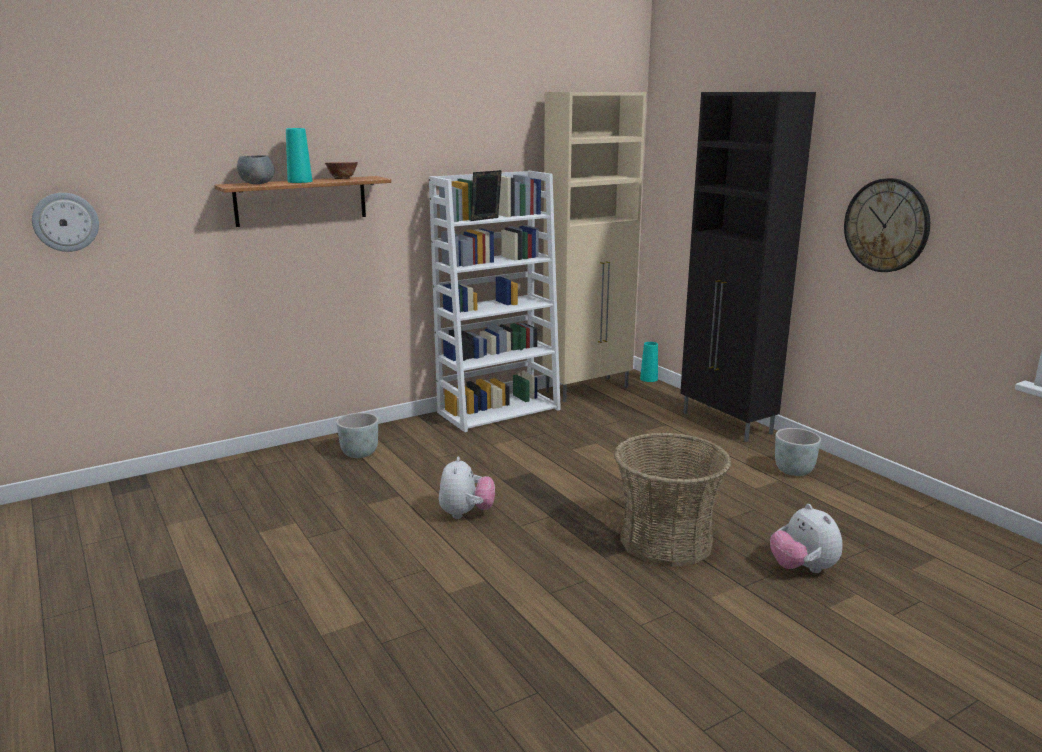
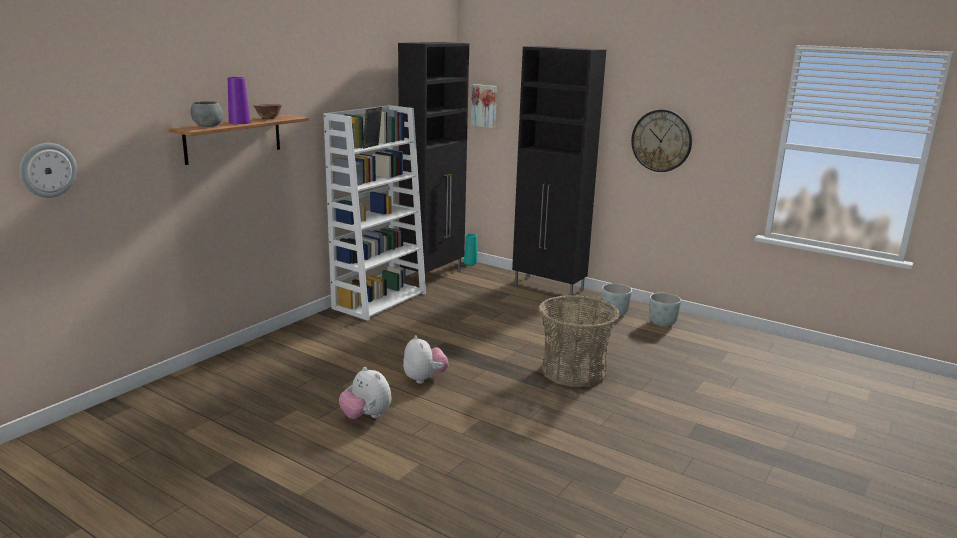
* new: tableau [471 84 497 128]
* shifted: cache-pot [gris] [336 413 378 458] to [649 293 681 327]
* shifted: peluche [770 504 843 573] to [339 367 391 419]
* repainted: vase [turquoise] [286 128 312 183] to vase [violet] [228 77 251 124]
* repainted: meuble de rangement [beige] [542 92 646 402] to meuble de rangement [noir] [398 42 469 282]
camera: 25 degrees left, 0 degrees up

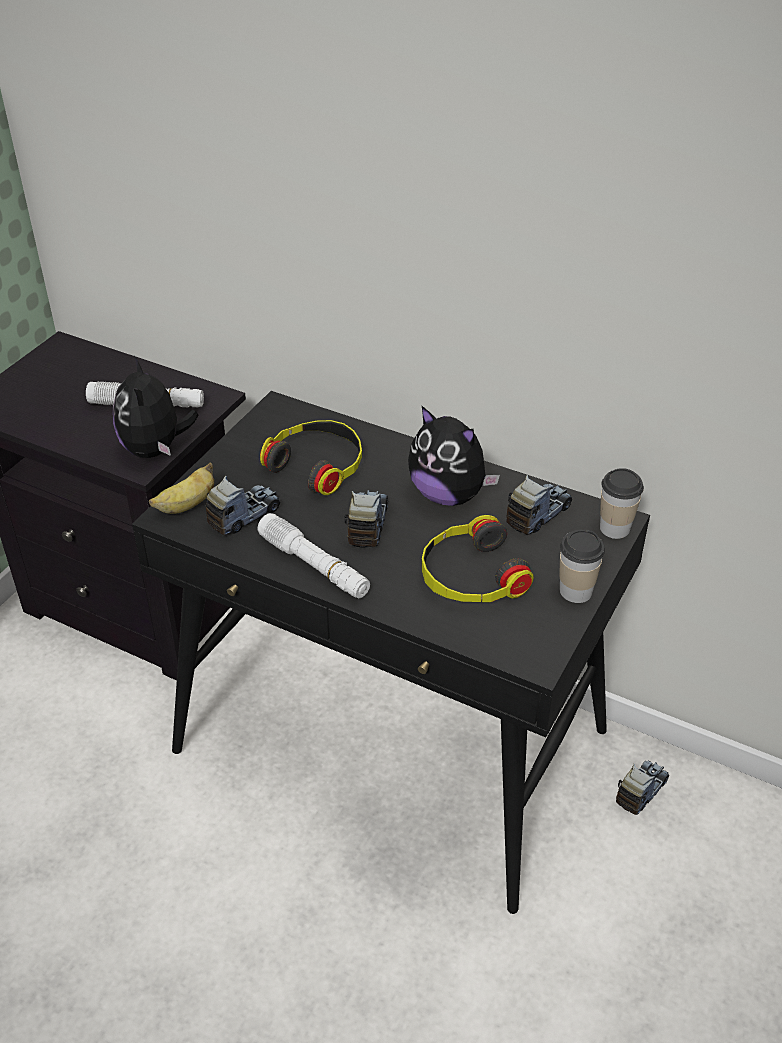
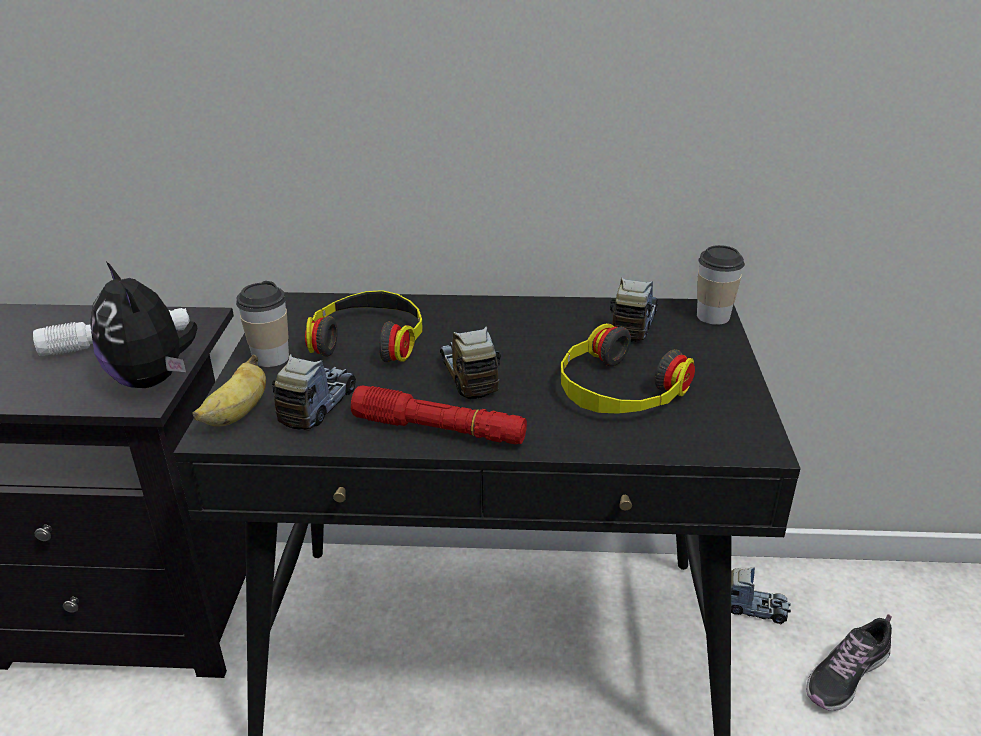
* gone: peluche [408 406 500 506]
* new: chaussure [806 614 892 711]
* shifted: tasse [559 530 605 603] to [236 281 289 367]
* repainted: lampe de poche [blanc] [257 513 370 599] to lampe de poche [rouge] [351 385 527 444]
* rotated: camion jouet [616 761 669 815] = [731 567 791 624] 90 degrees clockwise
camera: 25 degrees left, 10 degrees down

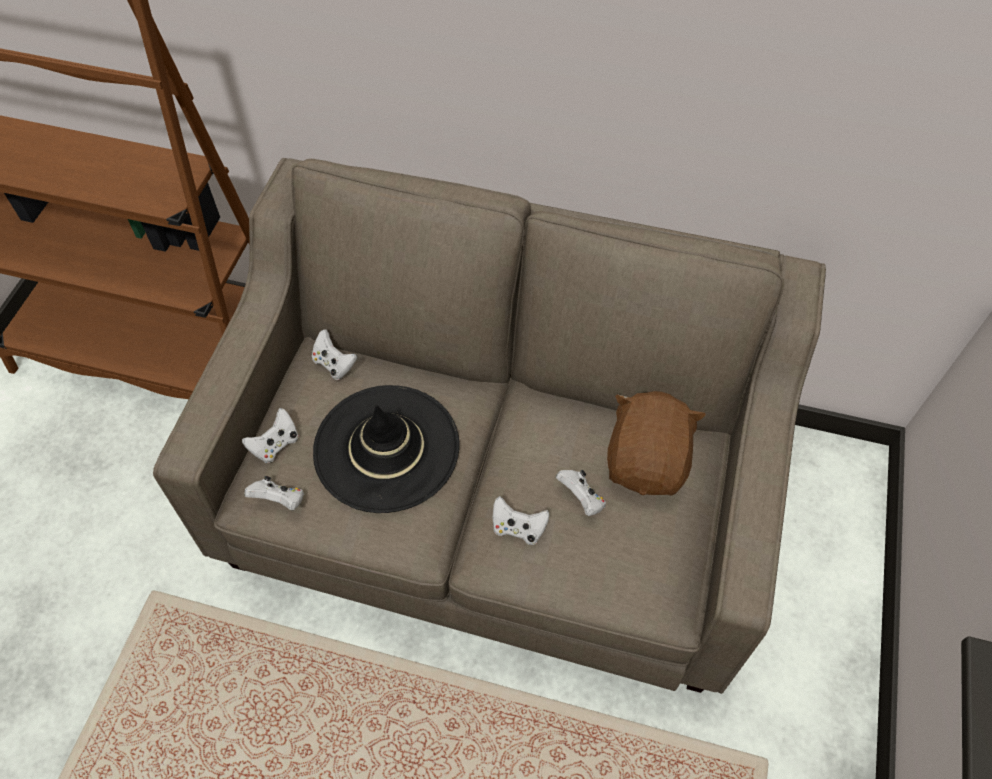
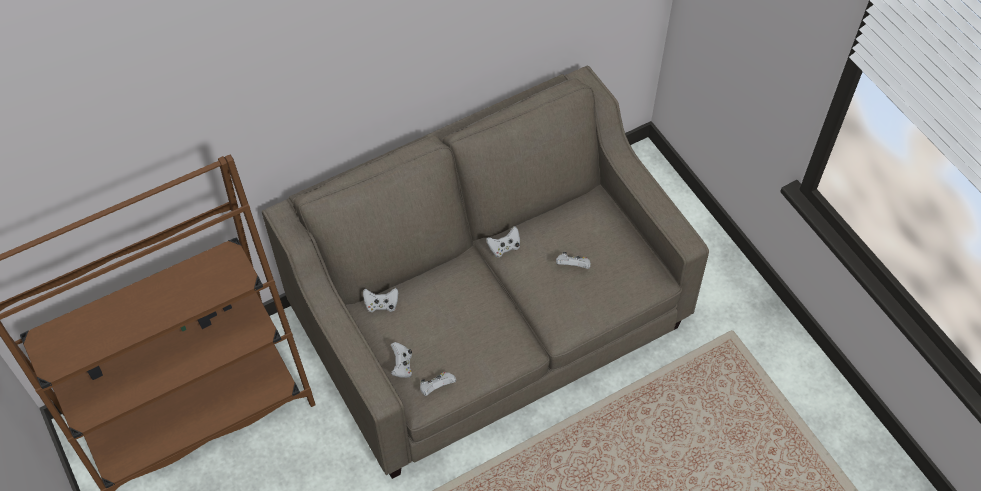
* gone: chapeau [noir] [313 385 459 513]
* gone: peluche [marron] [607 391 706 496]
* shifted: manette [blanc] [492 496 550 545] to [486 226 520 257]
camera: 45 degrees left, 0 degrees up

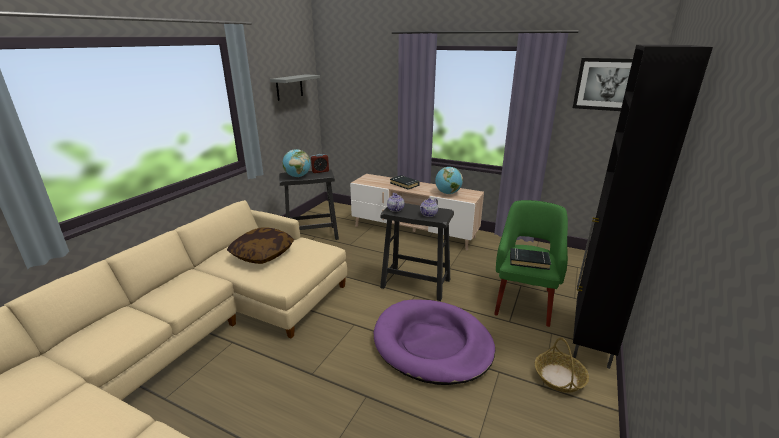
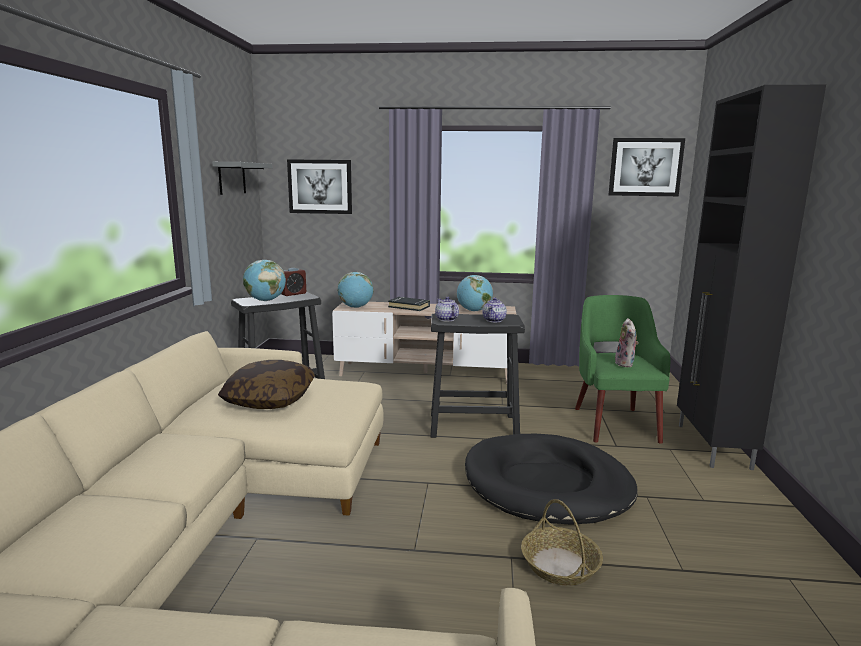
* new: tableau [287 159 352 214]
* new: globe [337 272 374 308]
* shifted: panier [535 337 589 393] to [521 499 603 586]
* swapped: livre [noir] [510 248 551 270] to peluche [615 318 639 367]
* repainted: panier pour chien [violet] [374 300 495 385] to panier pour chien [noir] [465 434 638 525]
camera: 20 degrees left, 10 degrees down

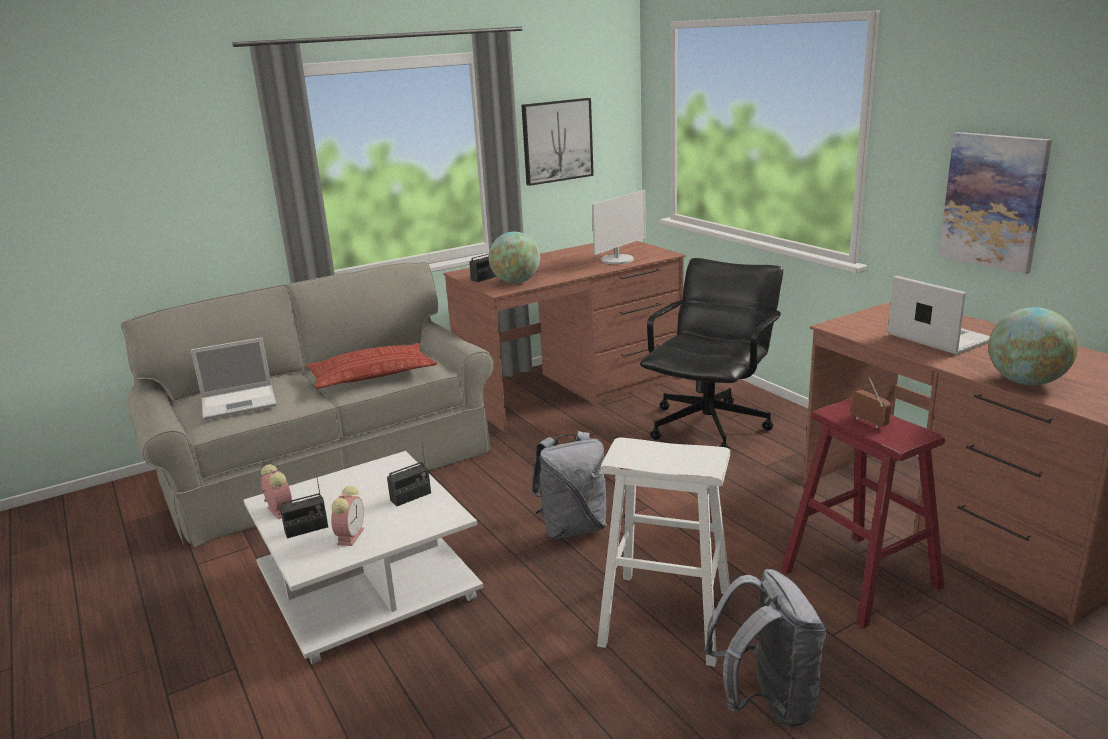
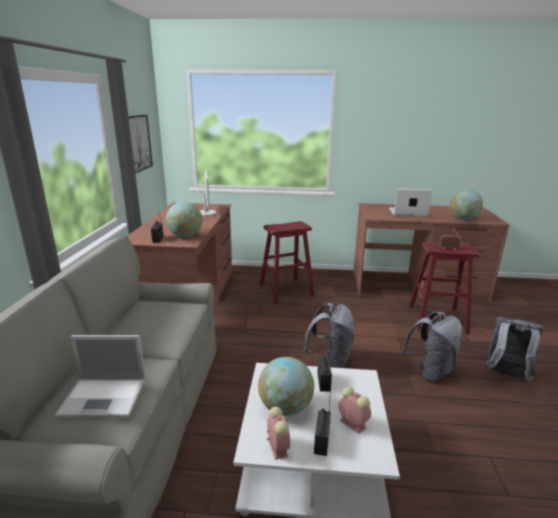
* gone: coussin [306 343 437 389]
* gone: tableau [939 132 1052 274]
* new: globe [258 357 314 416]
* swapped: tabouret [blanc] [597 437 730 667] to sac à dos [gris] [402 312 463 381]
* swapped: chaise de bureau [noir] [640 258 783 449] to tabouret [rouge] [260 221 315 303]
* rotated: ordinateur portable [191 338 277 420] = [55 335 145 417] 75 degrees clockwise
* rotated: réveil [261 464 292 519] = [267 407 290 460] 75 degrees clockwise
camera: 55 degrees left, 0 degrees up

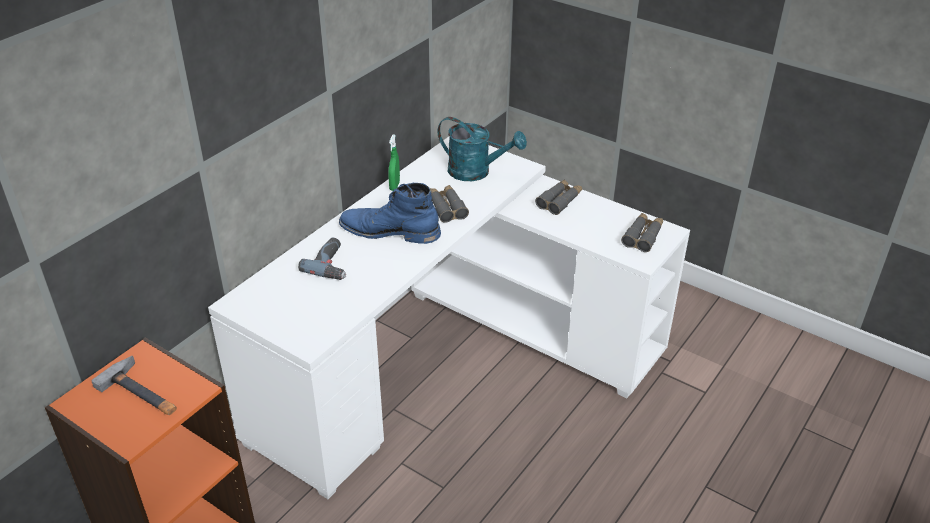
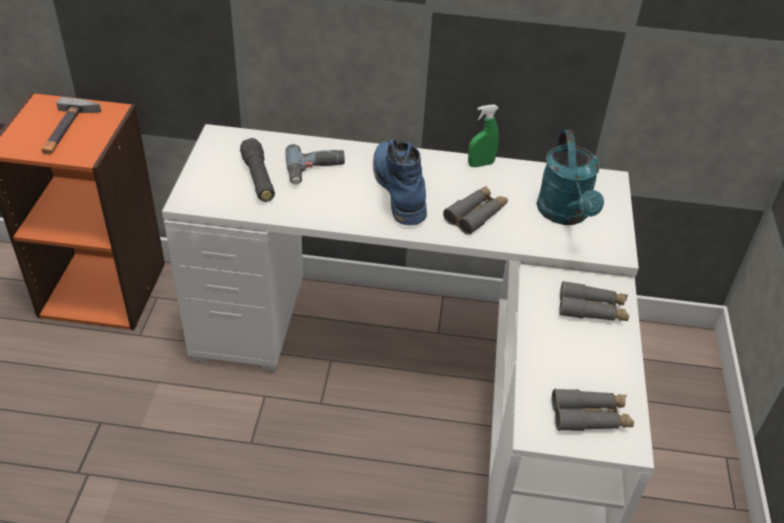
* new: lampe de poche [noir] [240 138 275 202]
camera: 60 degrees right, 5 degrees up

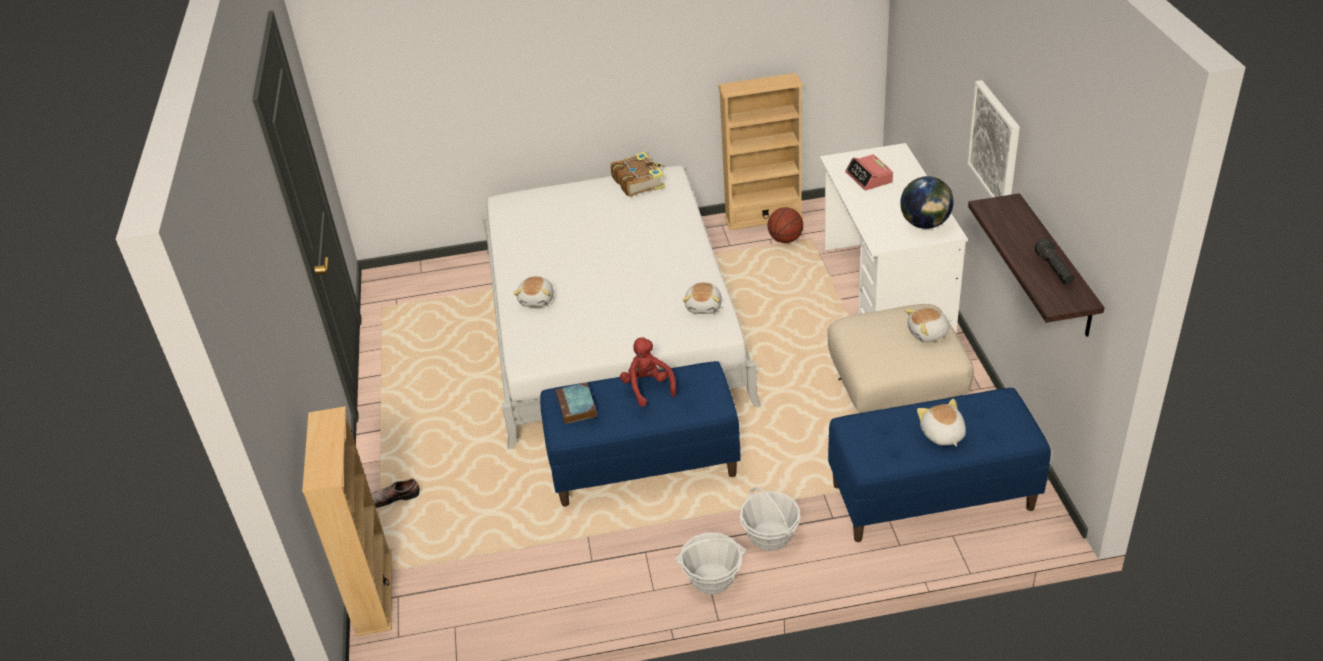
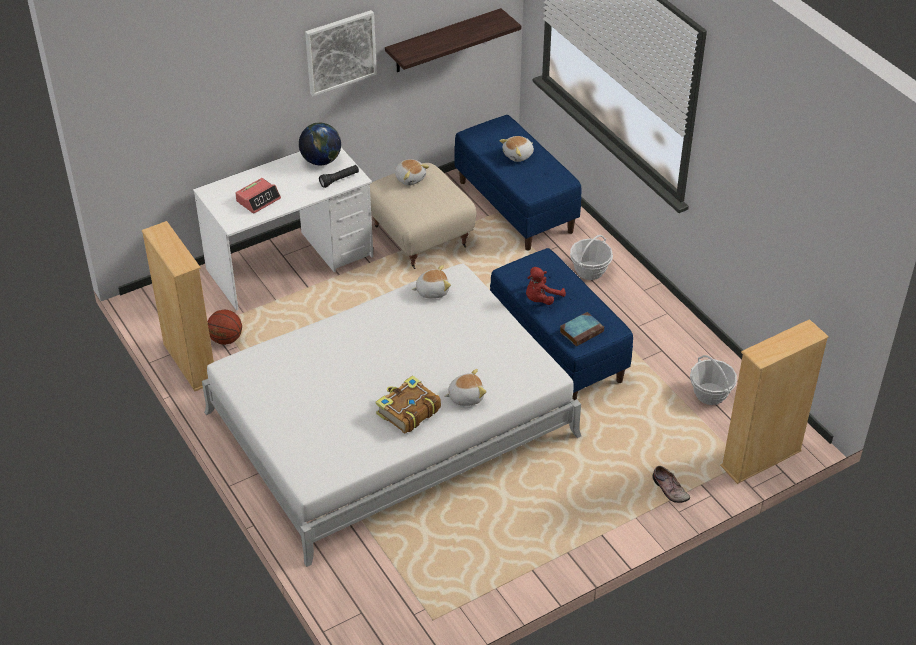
* shifted: livre [610 152 665 197] to [376 375 441 433]
* shifted: panier [675 532 746 595] to [690 355 737 405]
* shifted: lampe de poche [noir] [1035 238 1074 284] to [319 165 359 188]
camera: 115 degrees left, 5 degrees up

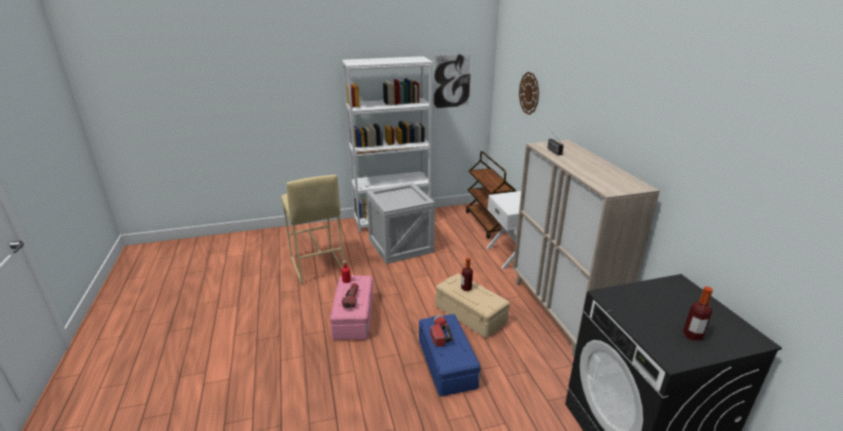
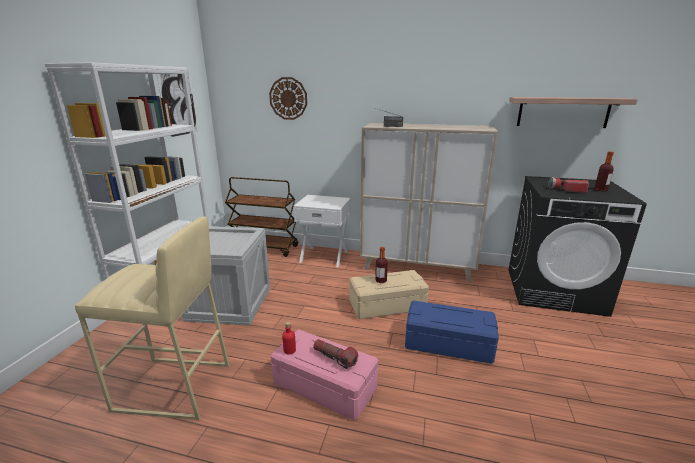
* new: étagère [510 97 638 128]
* shifted: lampe de poche [430 315 453 347] to [548 177 589 193]
camera: 60 degrees left, 5 degrees down

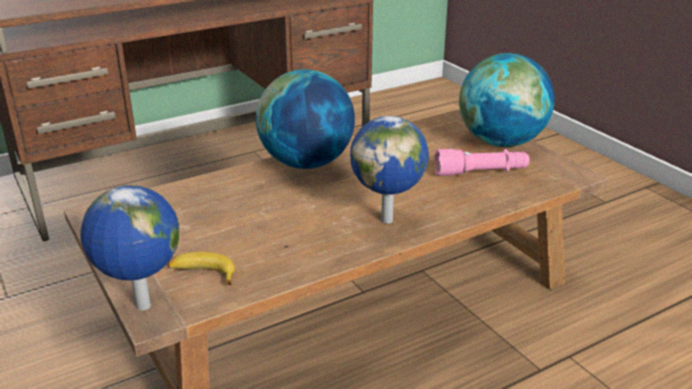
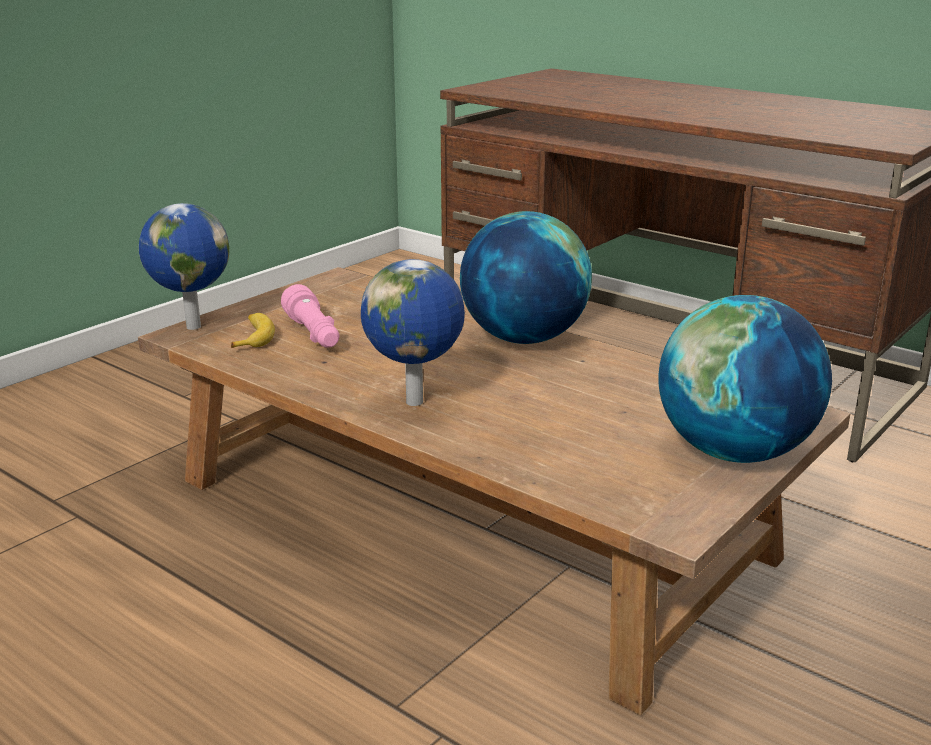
* shifted: lampe de poche [rose] [434 149 529 176] to [281 284 339 348]
camera: 70 degrees right, 5 degrees down

